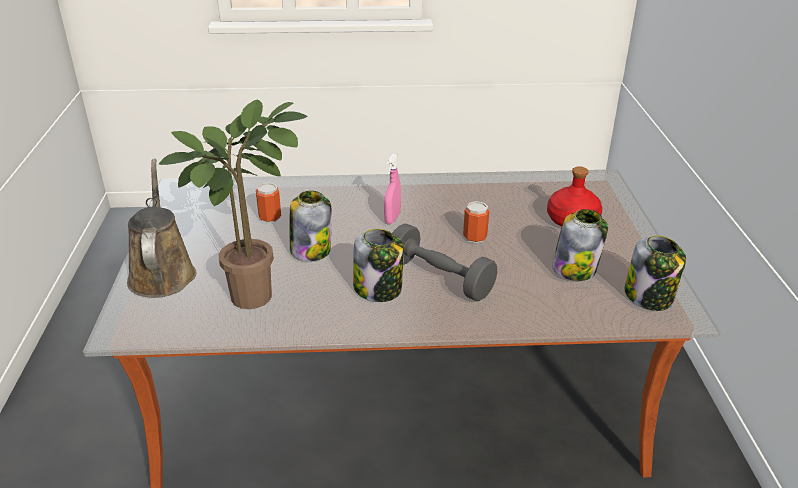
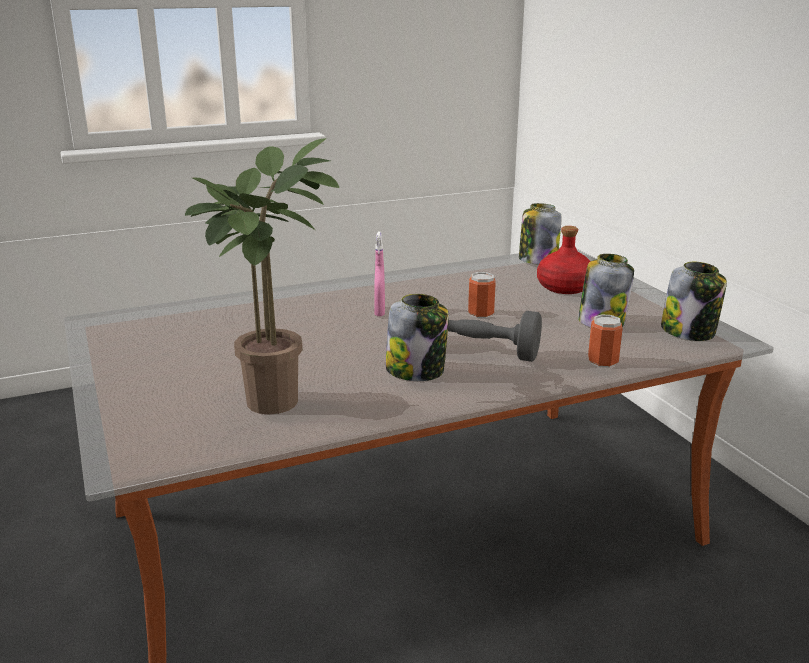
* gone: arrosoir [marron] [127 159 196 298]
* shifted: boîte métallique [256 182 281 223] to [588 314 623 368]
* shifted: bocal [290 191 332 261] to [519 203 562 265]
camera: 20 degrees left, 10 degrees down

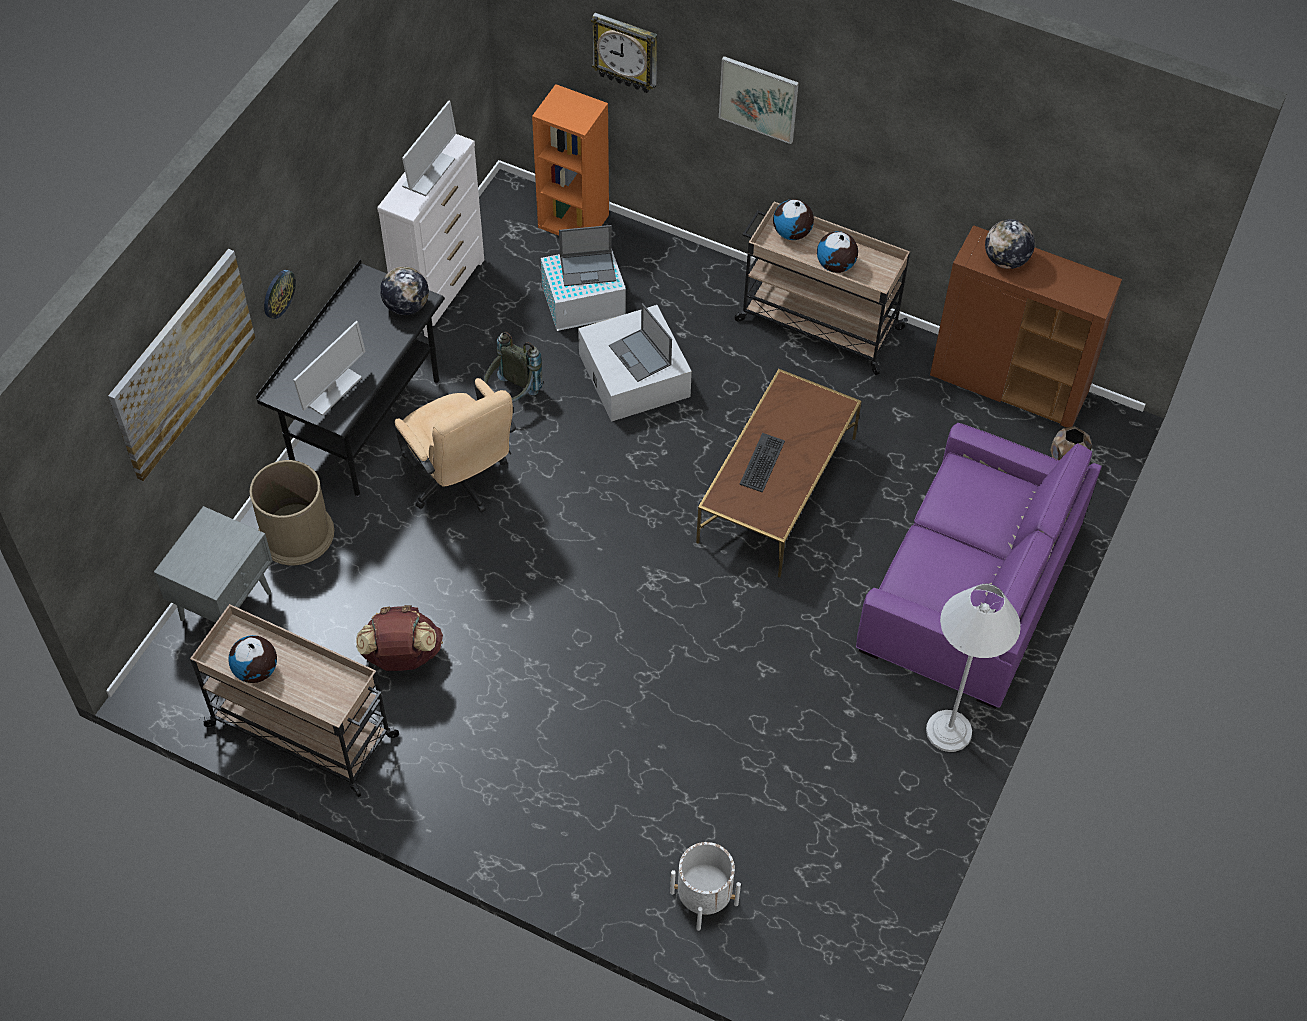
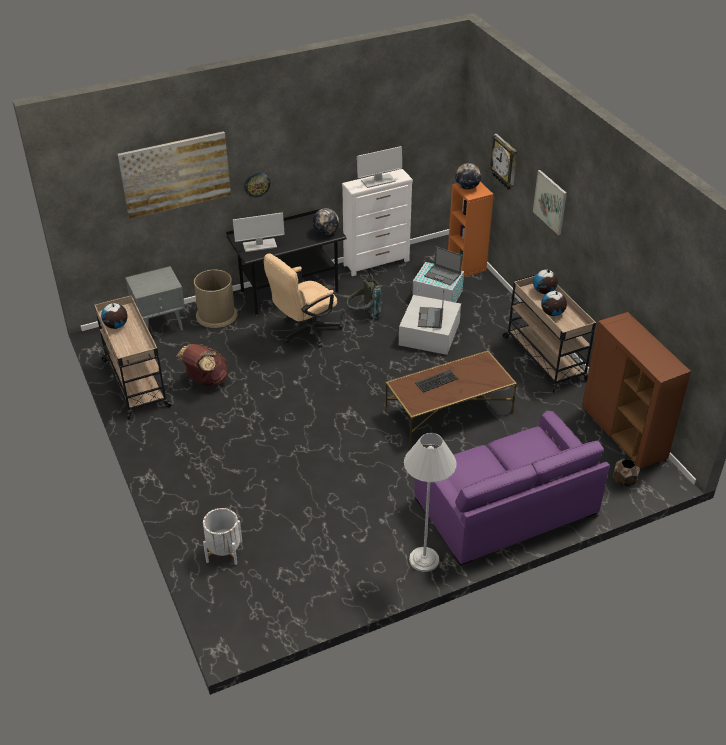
* shifted: globe [985 219 1035 269] to [455 163 481 190]
* rotated: chaise de bureau [beige] [394 378 516 513] = [264 253 342 348] 45 degrees clockwise
camera: 40 degrees right, 15 degrees down

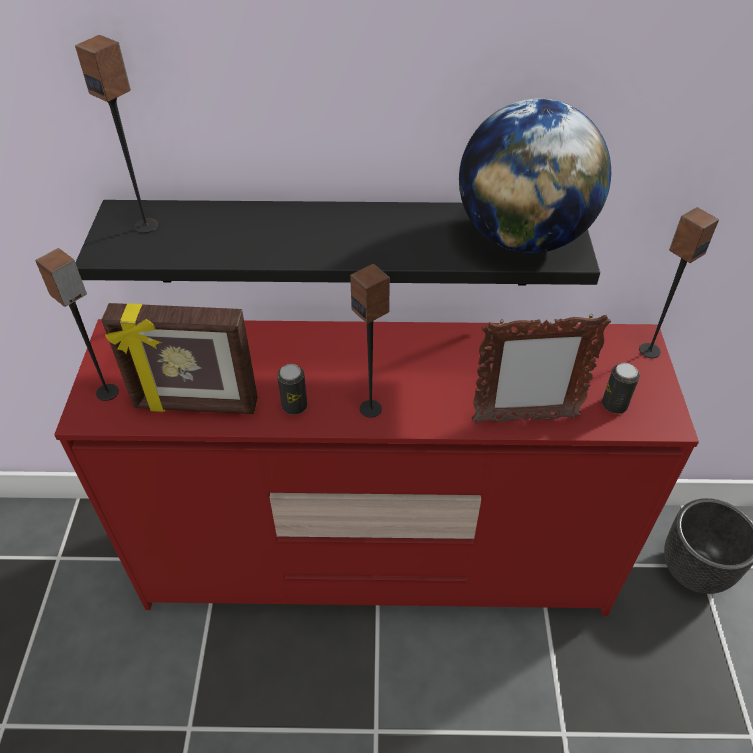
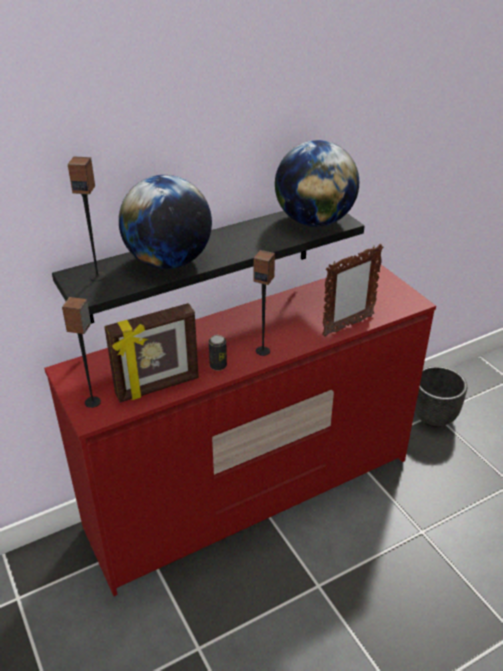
* gone: boîte métallique [602 363 640 414]
* gone: enceinte [639 207 719 358]
* new: globe [119 175 212 269]
camera: 30 degrees left, 10 degrees down

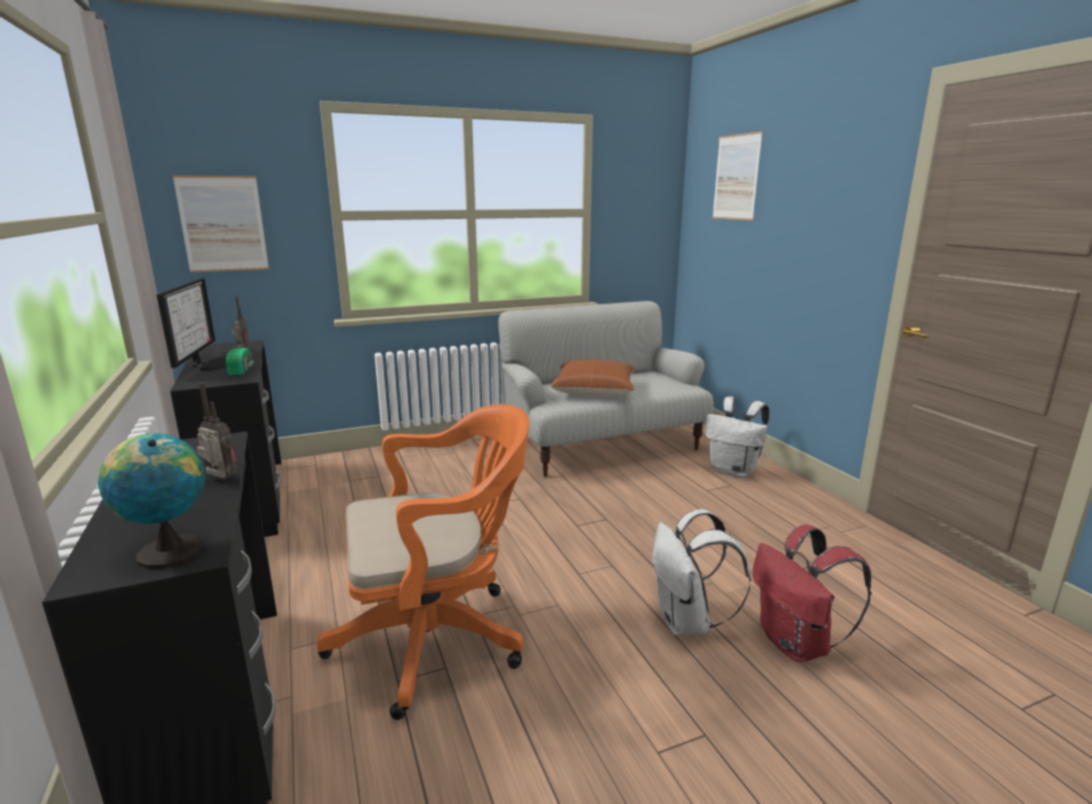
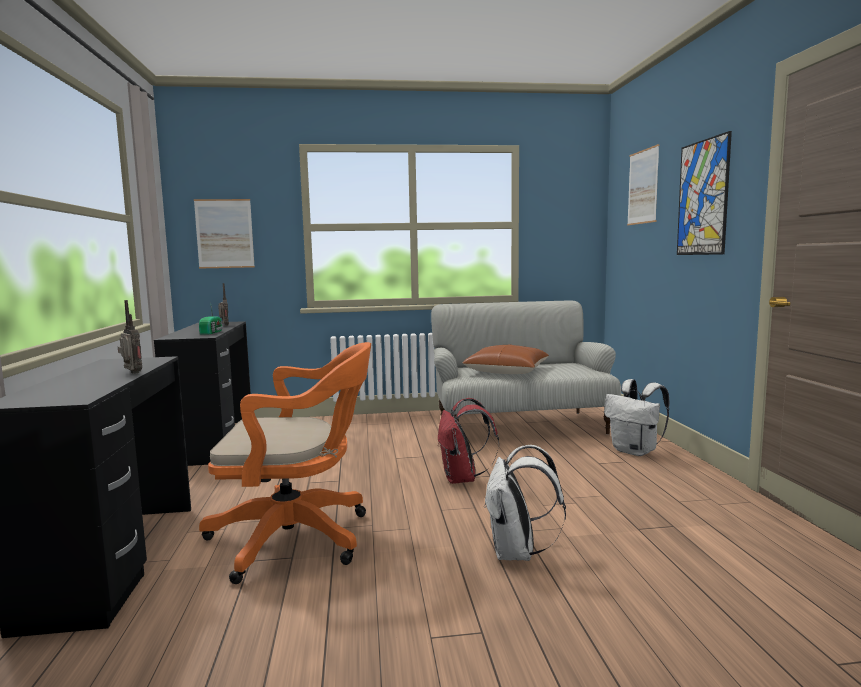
* gone: globe [98 433 205 569]
* gone: écran d'ordinateur [157 278 227 371]
* new: tableau [677 131 732 255]
* shifted: sac à dos [rouge] [753 524 872 662] to [438 398 499 484]
camera: 15 degrees right, 10 degrees down

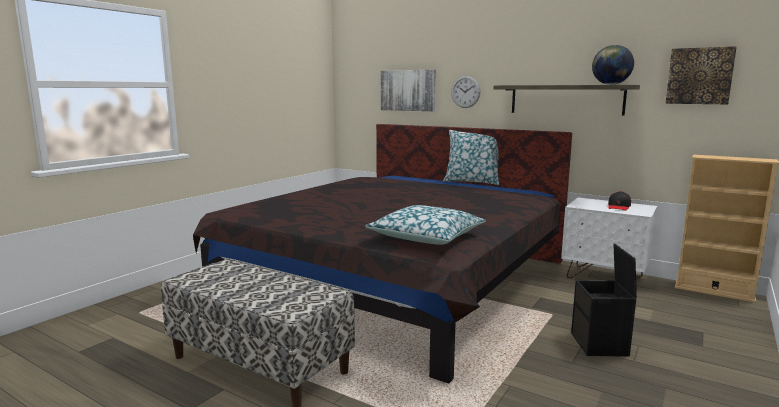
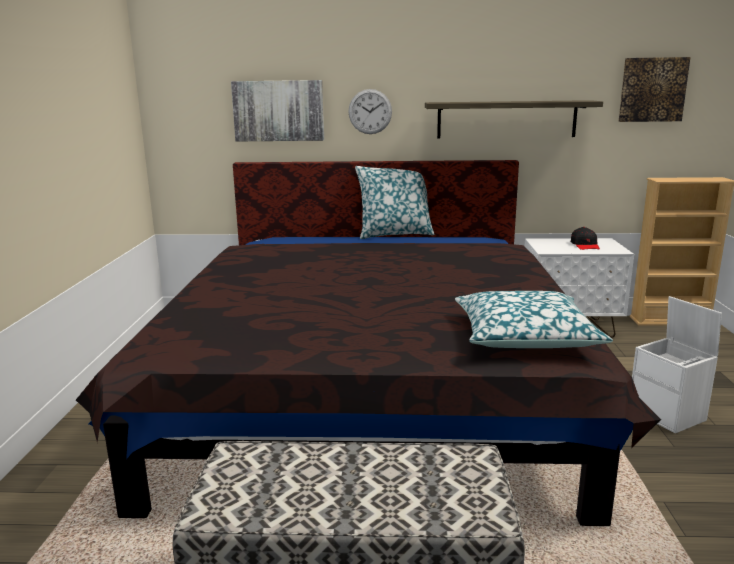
* gone: globe [592 45 634 85]
* repainted: boîte de rangement [noir] [571 243 637 357] to boîte de rangement [blanc] [632 296 722 433]
camera: 30 degrees left, 5 degrees up

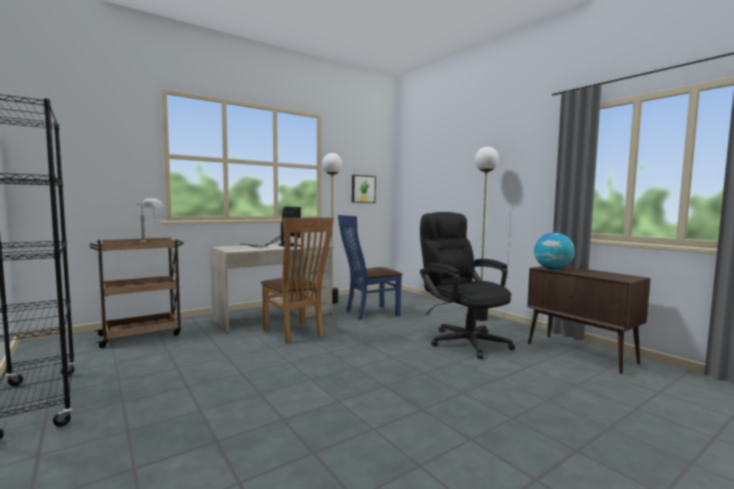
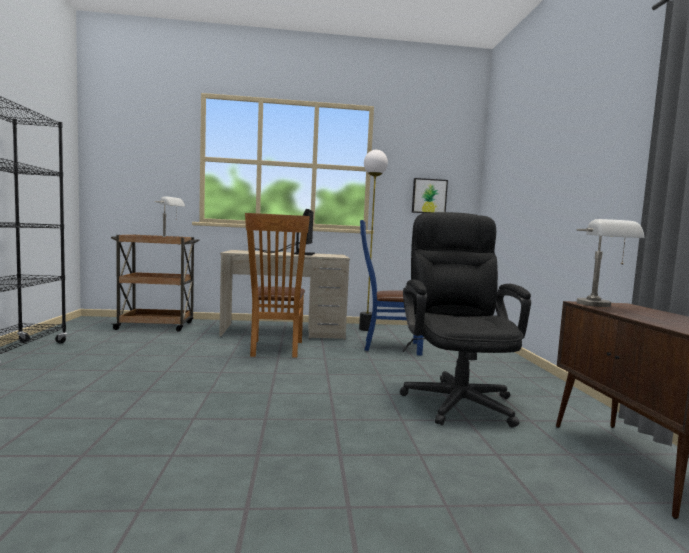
* gone: lampadaire [475 147 499 321]
* swapped: globe [534 232 575 269] to lampe de table [gris] [576 219 644 307]
camera: 30 degrees right, 0 degrees up

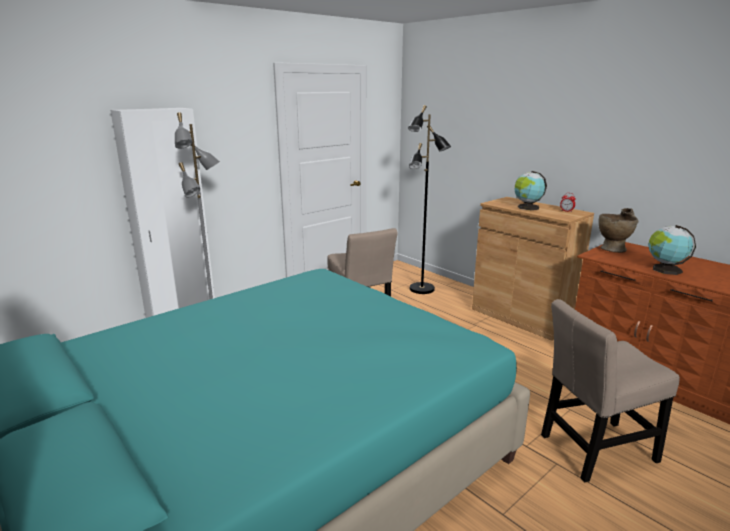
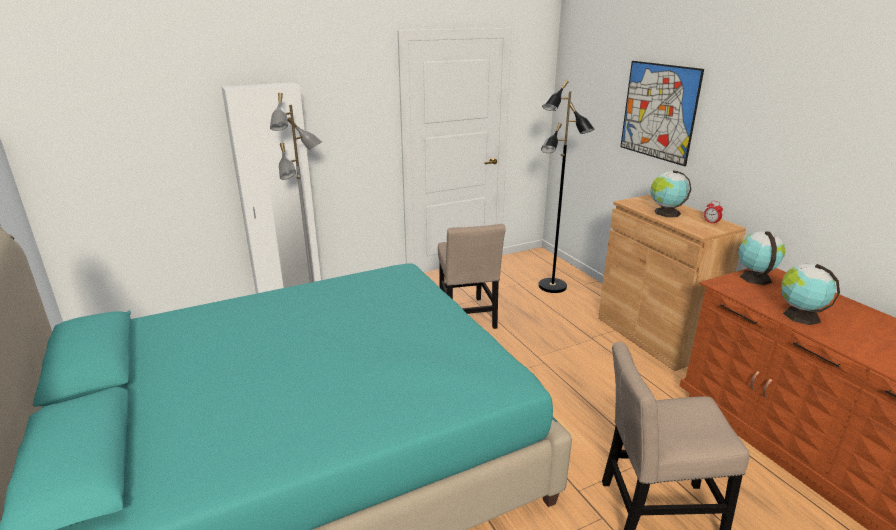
* new: tableau [620 61 704 166]
* swapped: vase [beige] [599 208 639 253] to globe [738 231 786 285]
camera: 15 degrees right, 5 degrees up

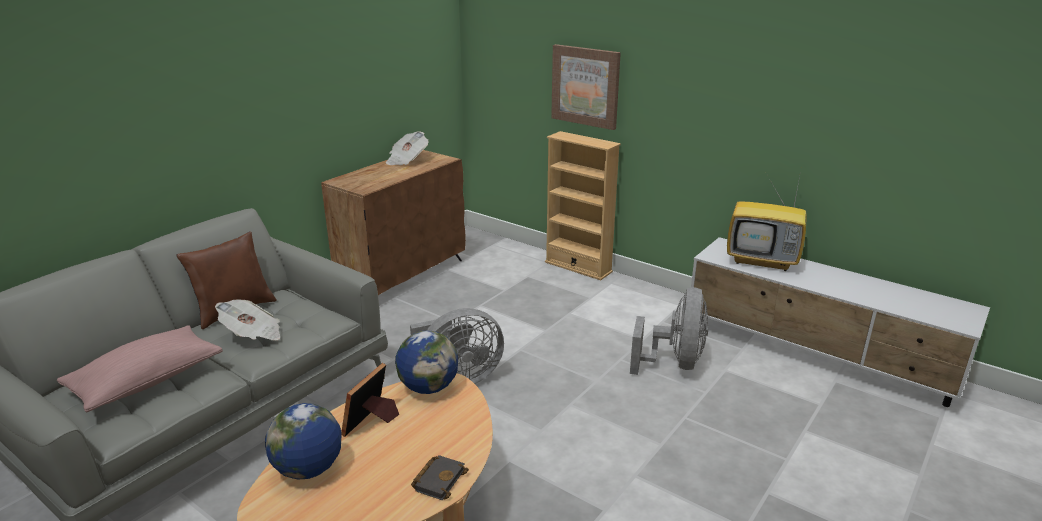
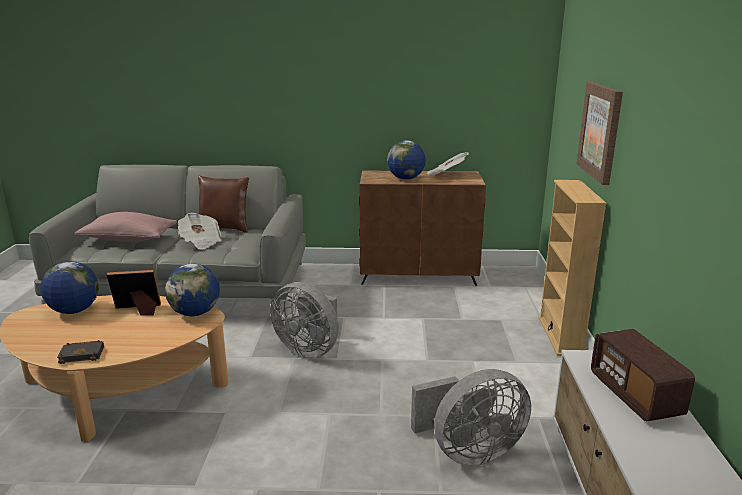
* new: globe [387 141 426 180]
* swapped: téléviseur [727 173 807 271] to radio [591 329 695 422]
camera: 55 degrees right, 5 degrees down

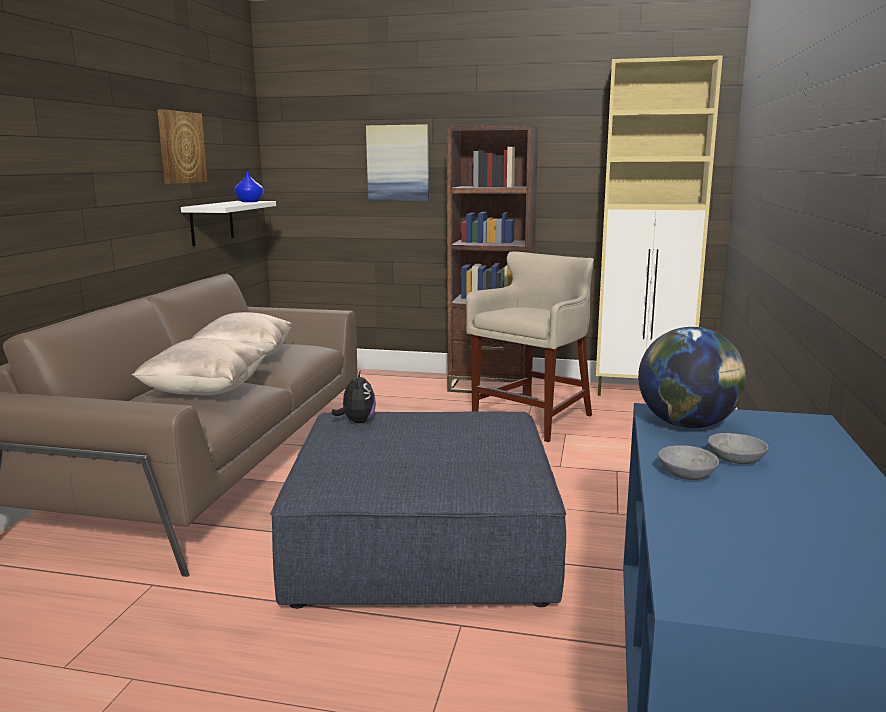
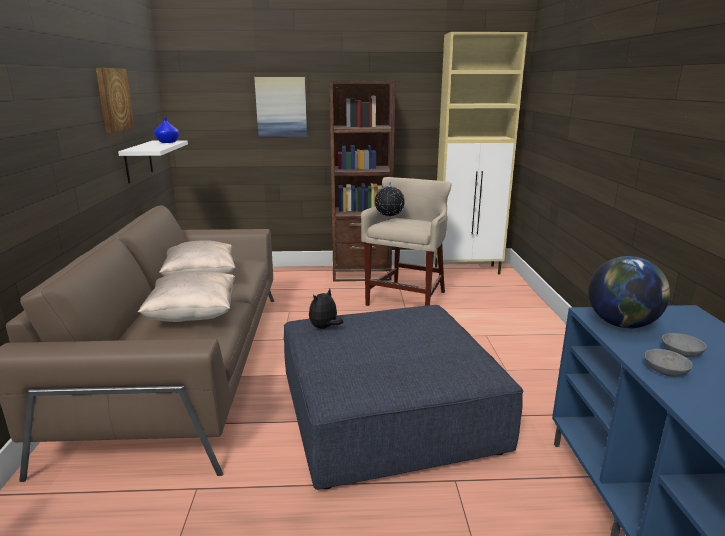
* new: globe [374 182 405 219]
* rotated: peluche [332 370 376 423] = [309 289 343 329] 120 degrees counterclockwise
camera: 15 degrees left, 5 degrees up

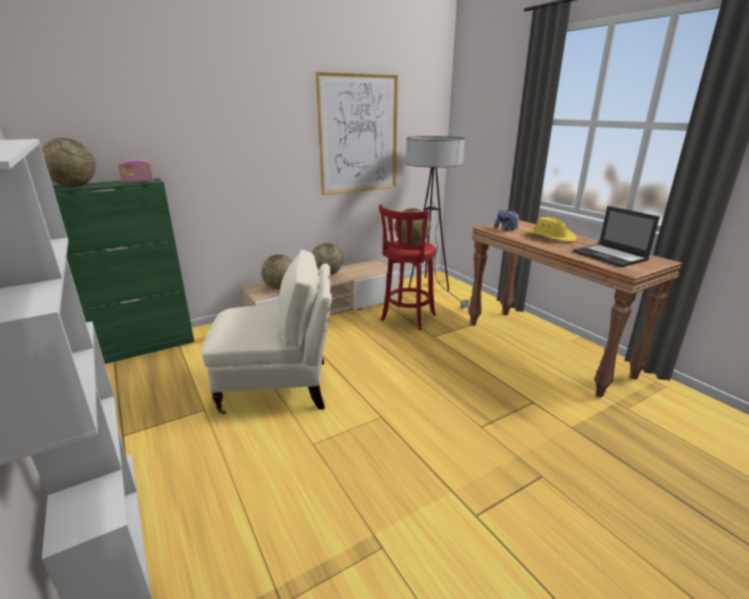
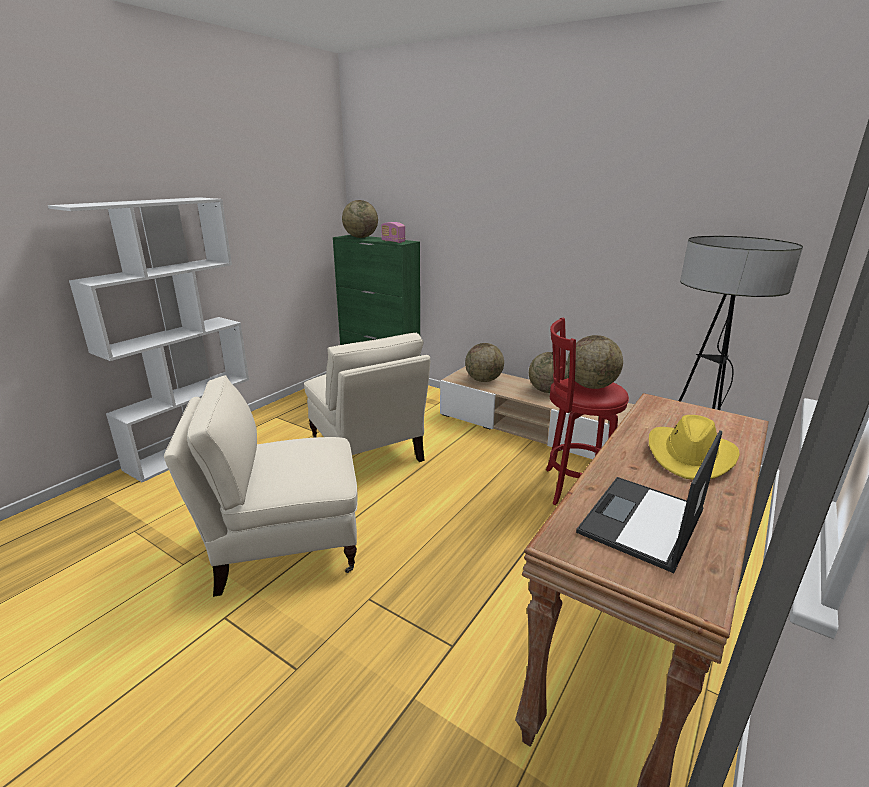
* gone: tableau [316 72 398 195]
* gone: peluche [494 210 519 232]
* new: fauteuil [beige] [164 375 358 597]
camera: 65 degrees right, 0 degrees up

